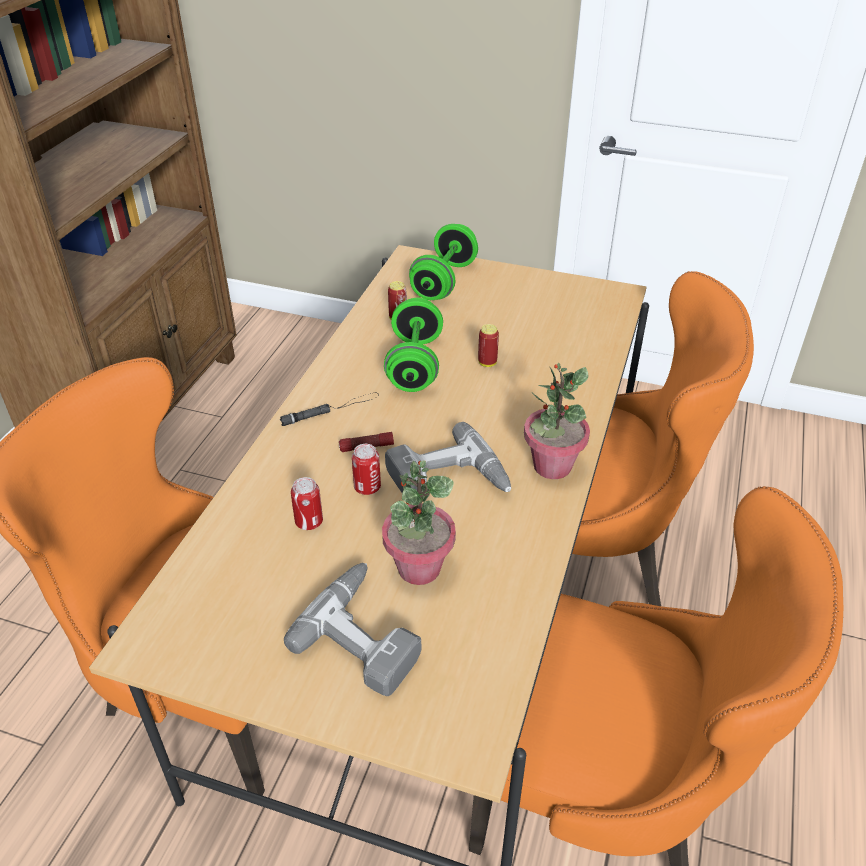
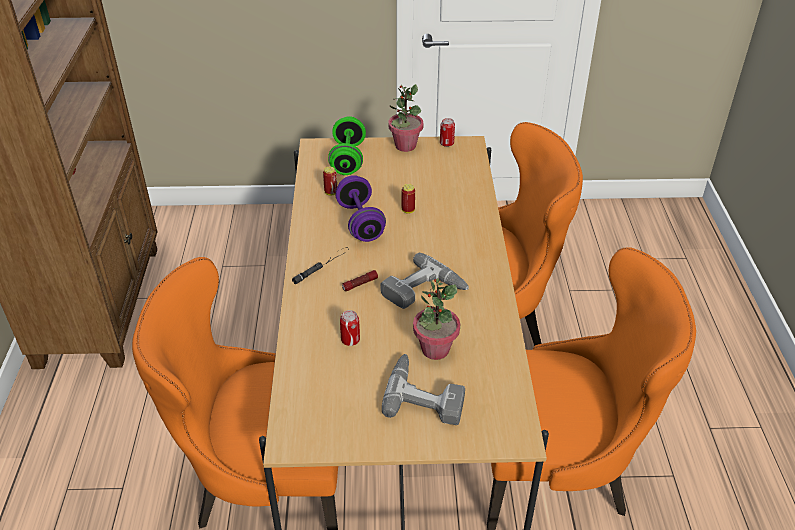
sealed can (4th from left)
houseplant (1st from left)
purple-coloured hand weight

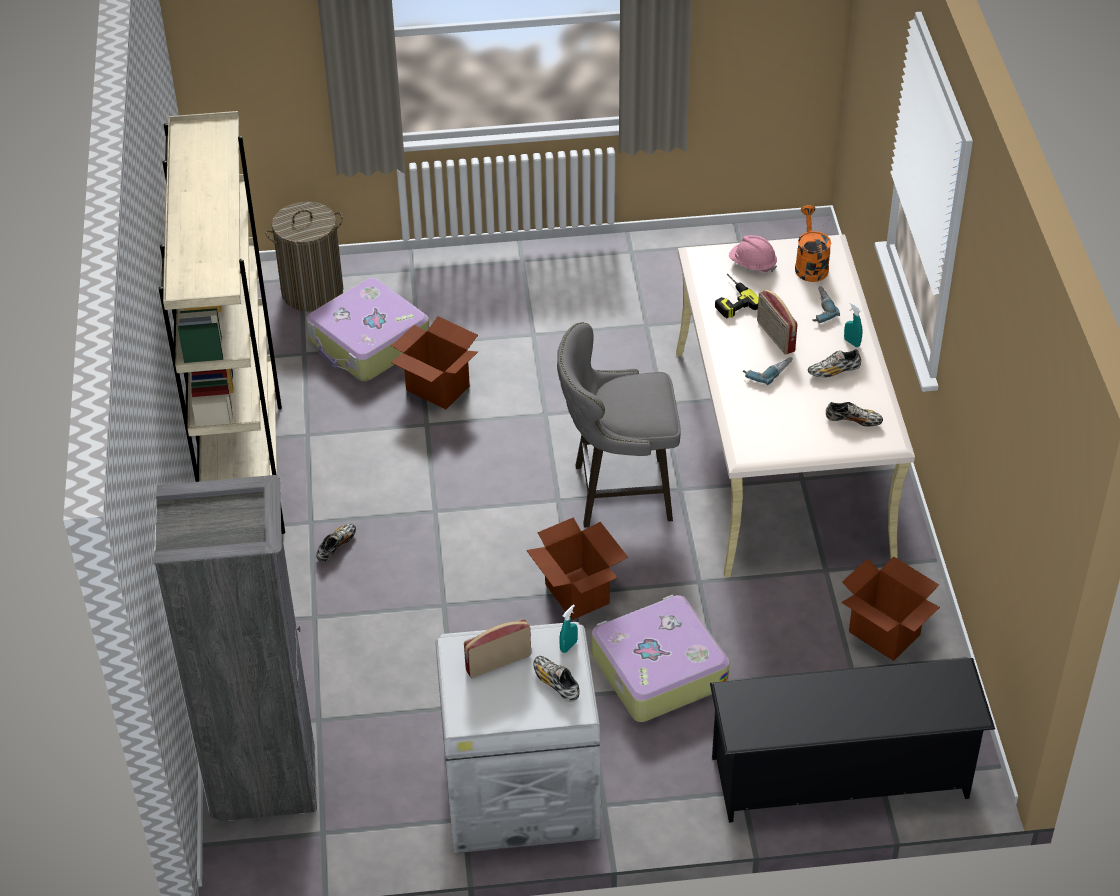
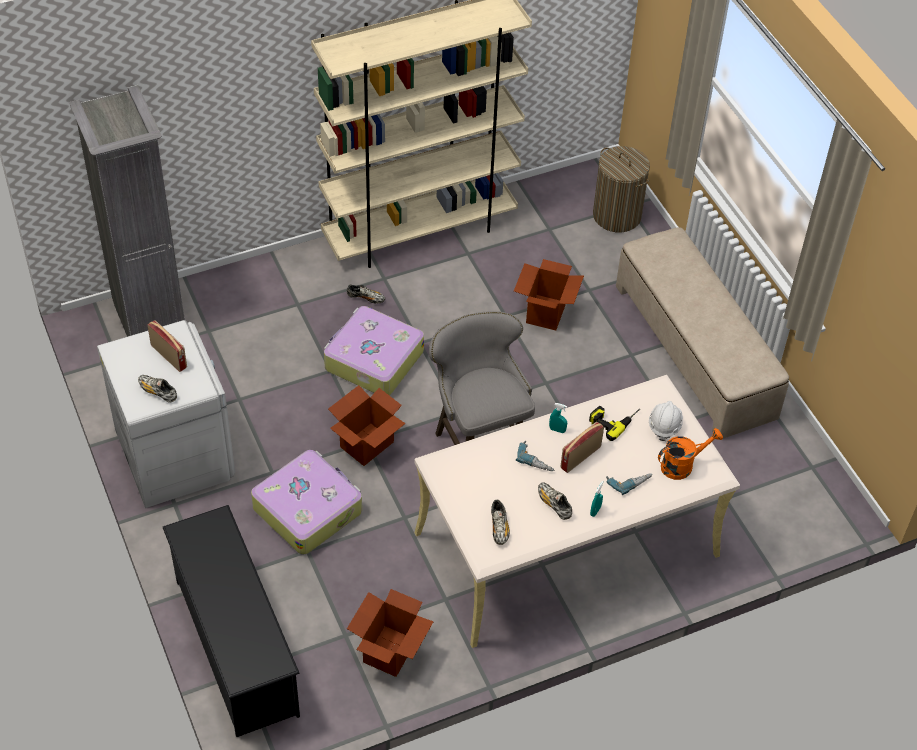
beige indoor bench
suitcase (2nd from left)
turquoise-coloured sprayer (1st from left)
white hard hat
shoe (1st from left)

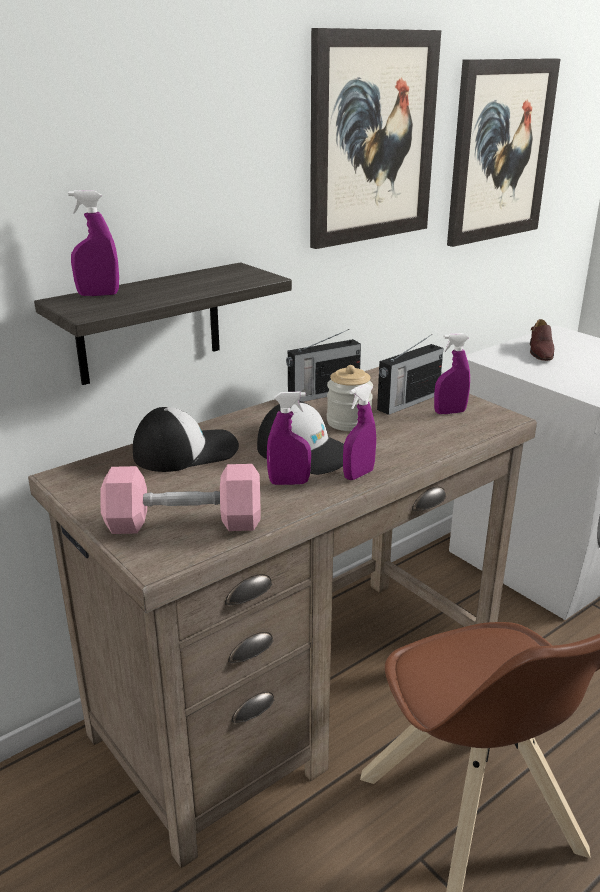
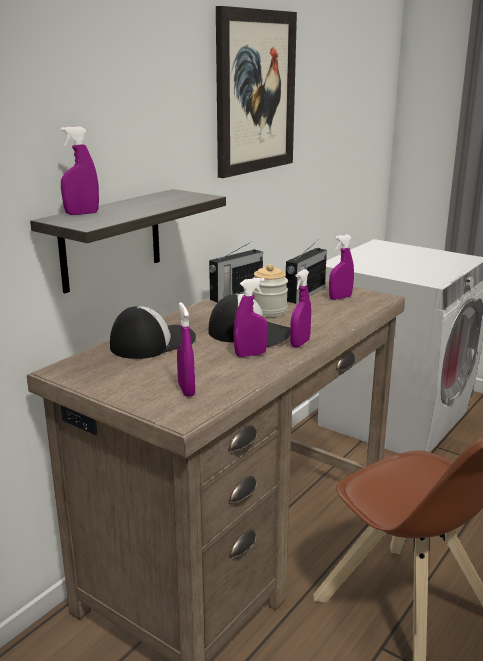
wall picture (2nd from left in the first image)
brownish shoe
purple-coloured sprayer (2nd from left)

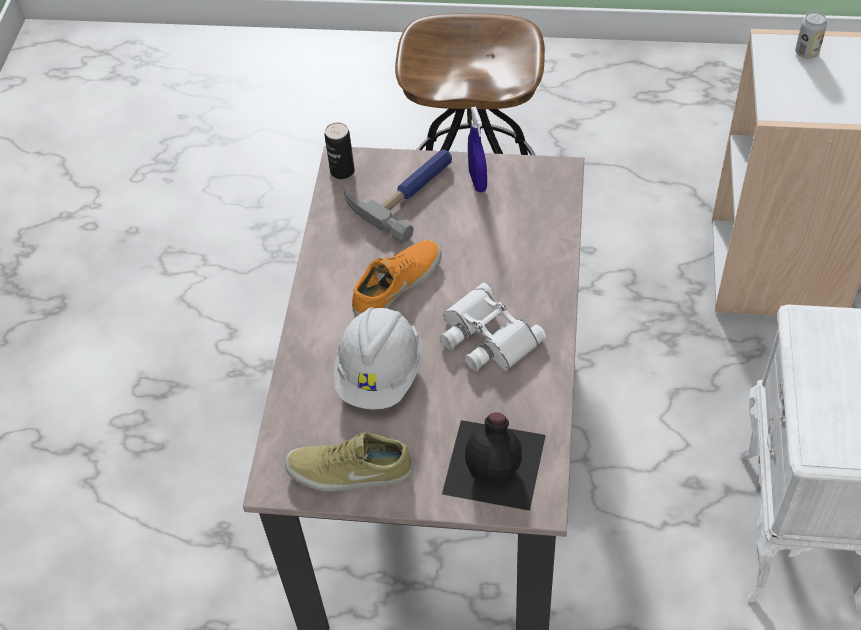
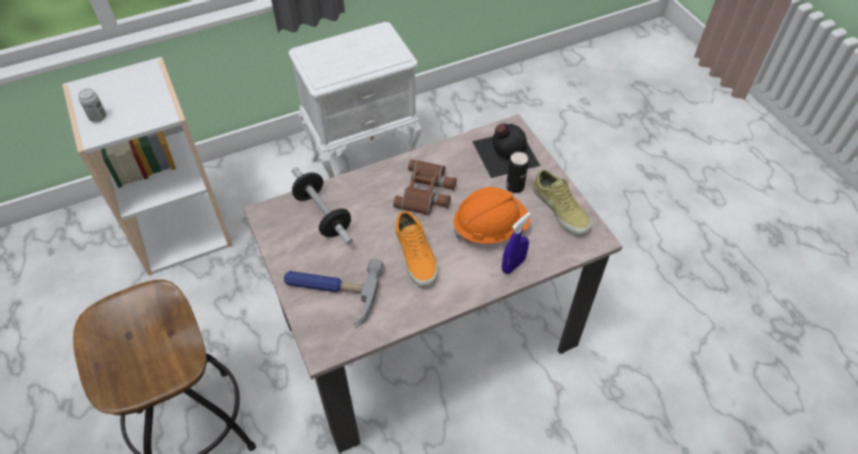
hand weight
sealed can (2nd from left)
blue sprayer
orange-coloured hard hat
brownish pair of binoculars
orange-coloured shoe

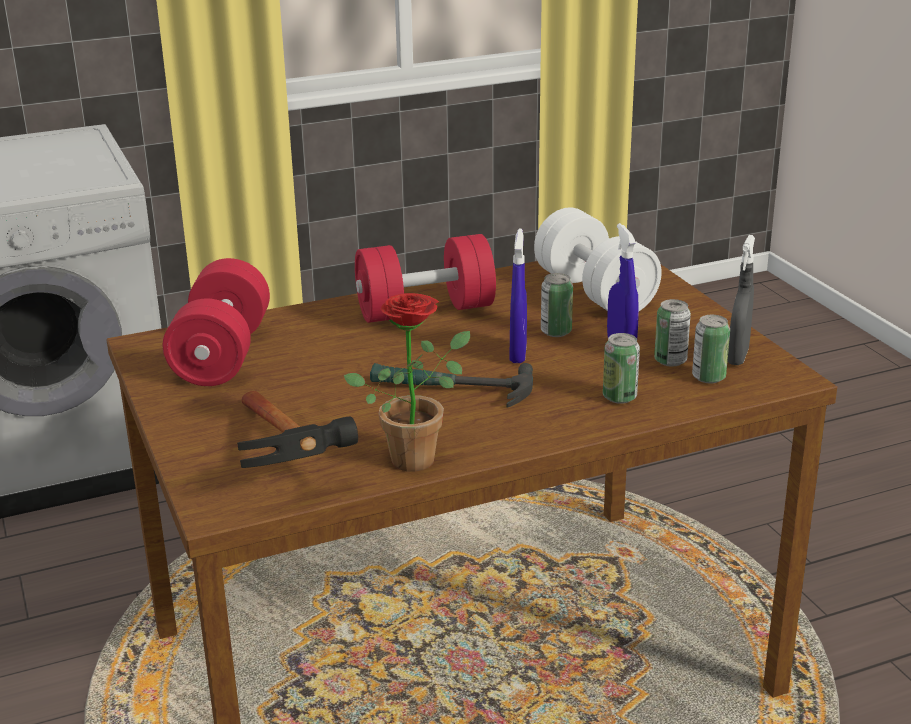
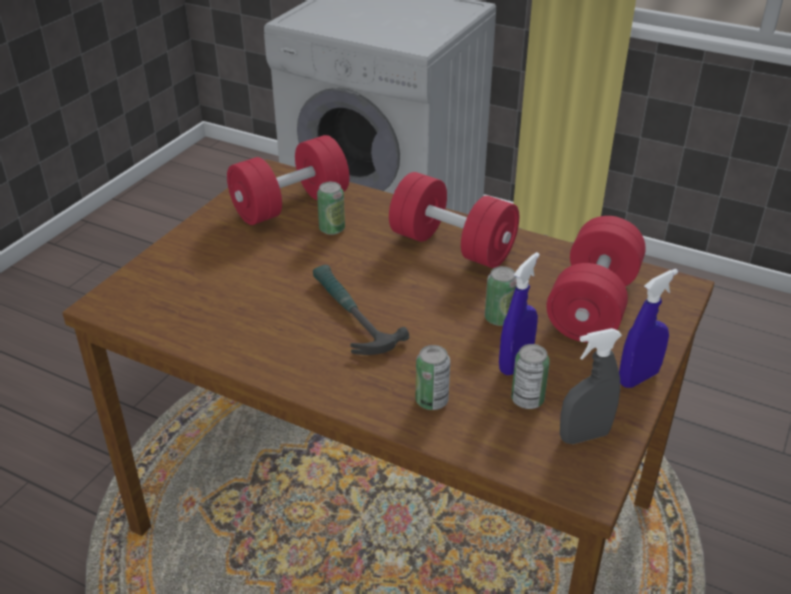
hand hammer (1st from left in the first image)
houseplant
blue sprayer (2nd from left)
sealed can (1st from left)
red-coloured hand weight (3rd from left)

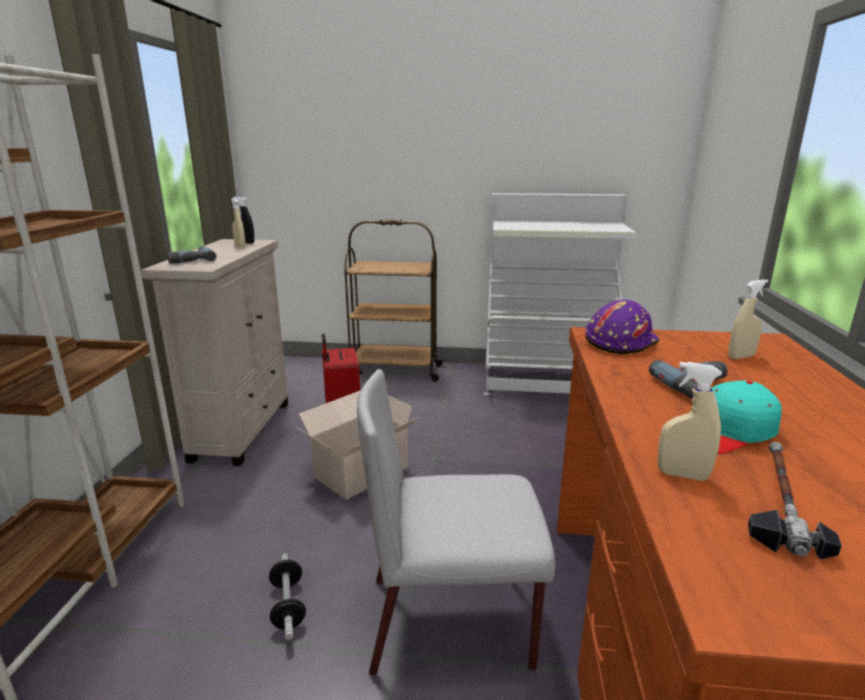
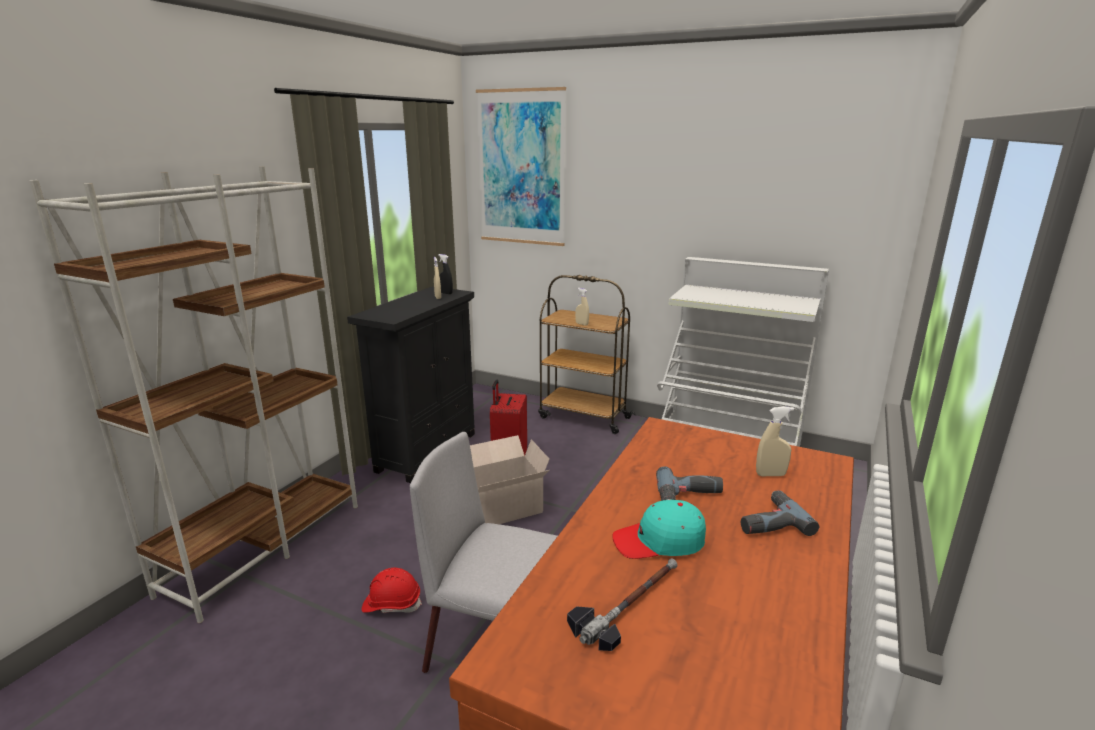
purple-coloured hard hat
wall picture
power drill (2nd from left)
beige sprayer (2nd from left)
red-coloured hard hat
black storage cabinet

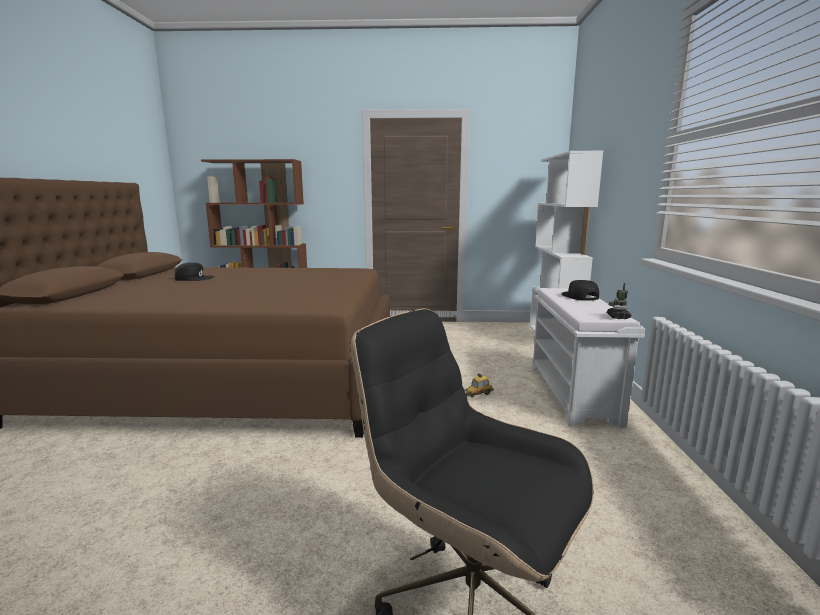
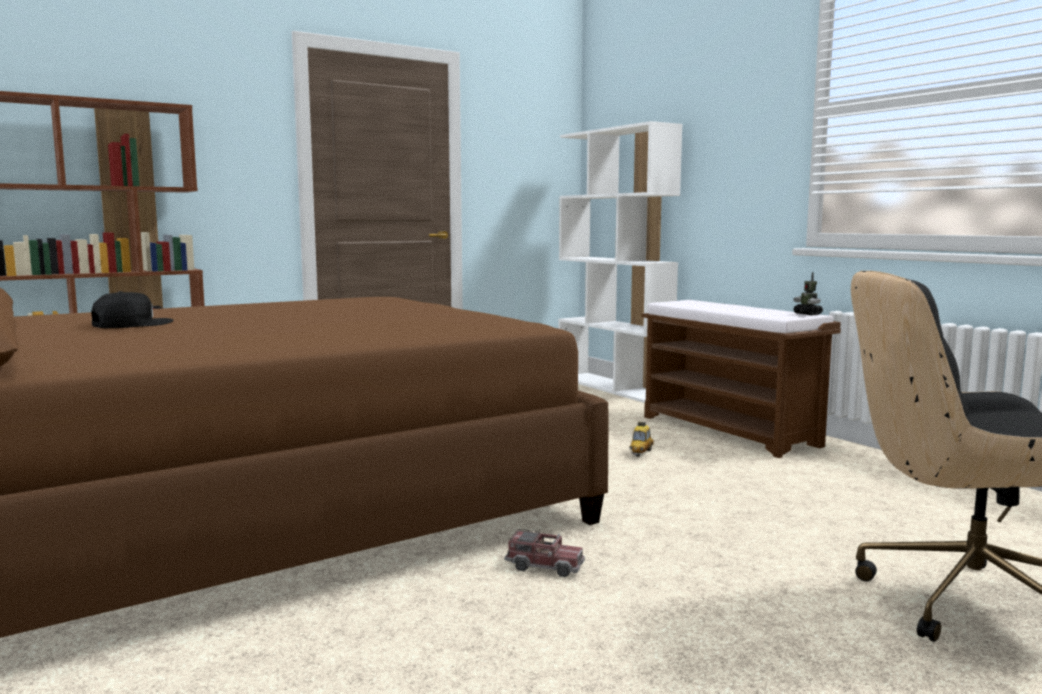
black cap (2nd from left in the first image)
toy truck
brownish indoor bench

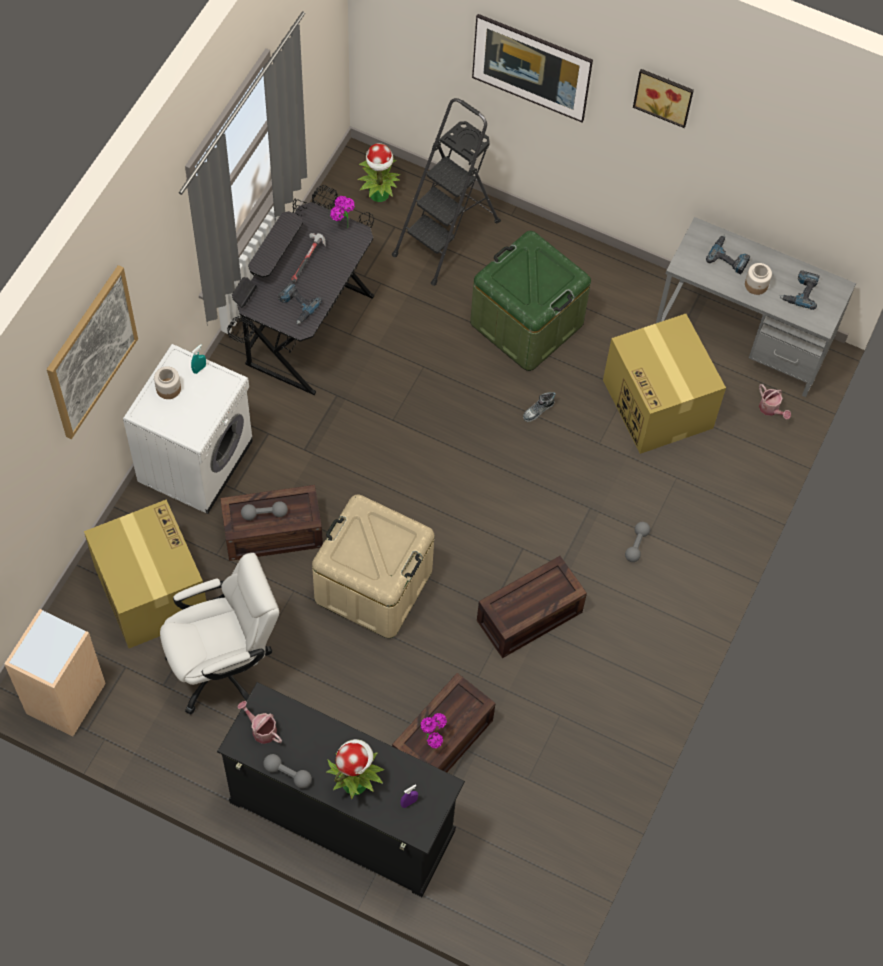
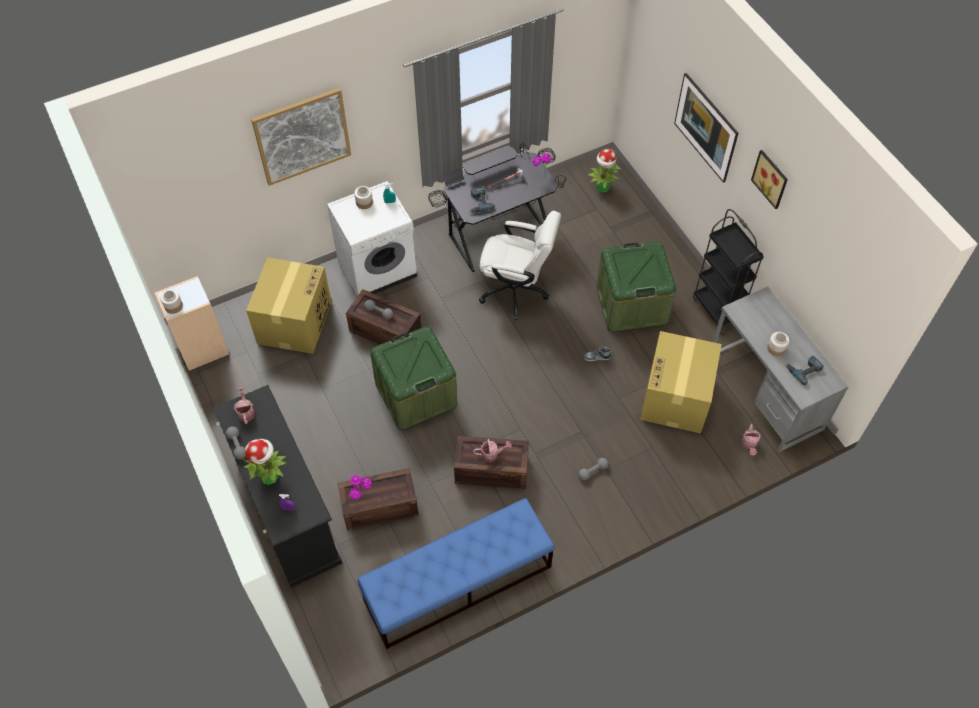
step stool
power drill (2nd from left in the first image)
preserve jar (1st from left)
blue indoor bench
watering pot (2nd from left)
black wheeled cart
white desk chair
greenish storage box (1st from left)

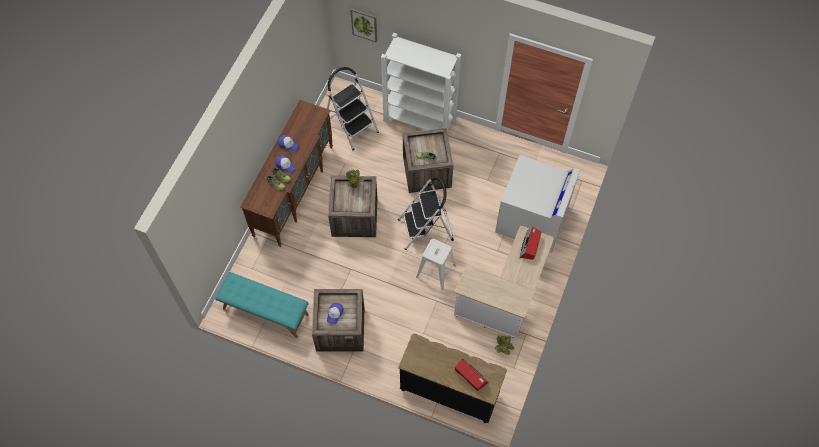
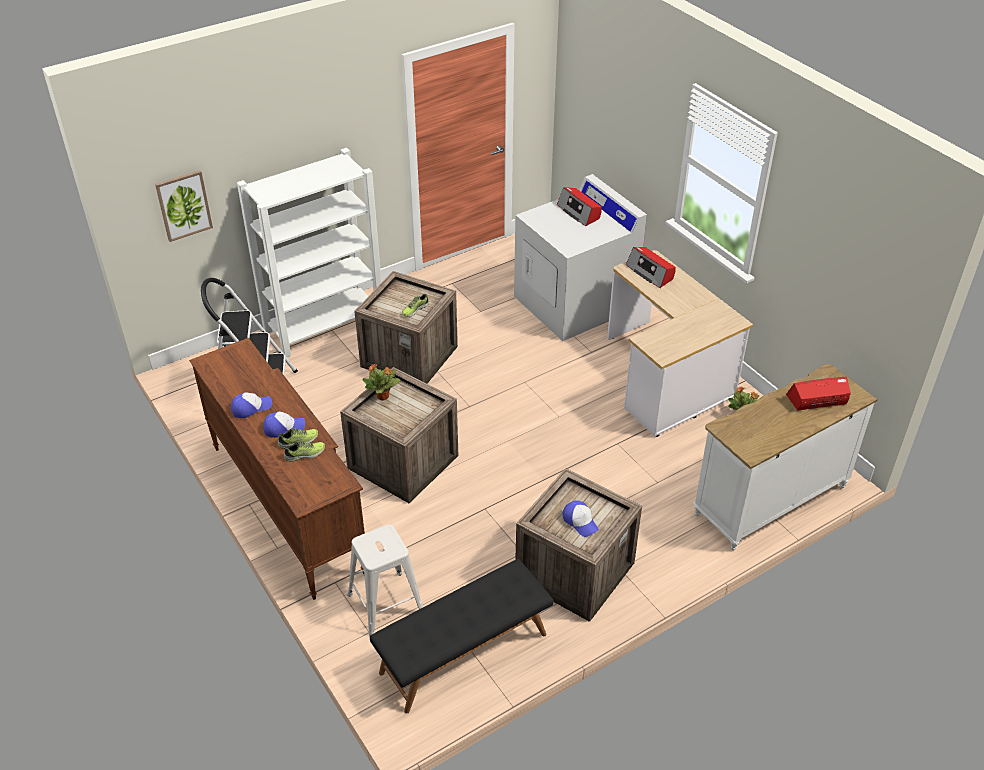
step stool (2nd from left in the first image)
radio receiver (1st from left)
white stool seat
black indoor bench
white chest of drawers

